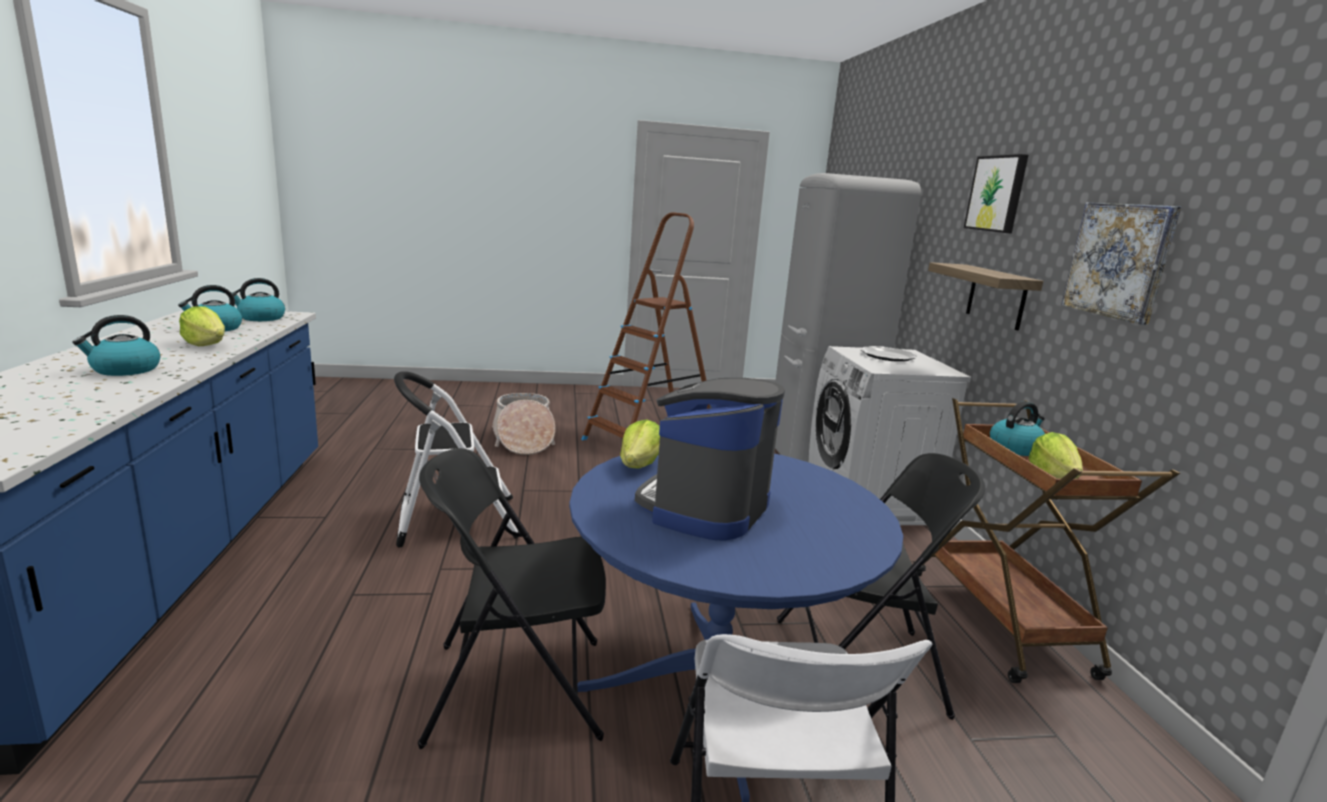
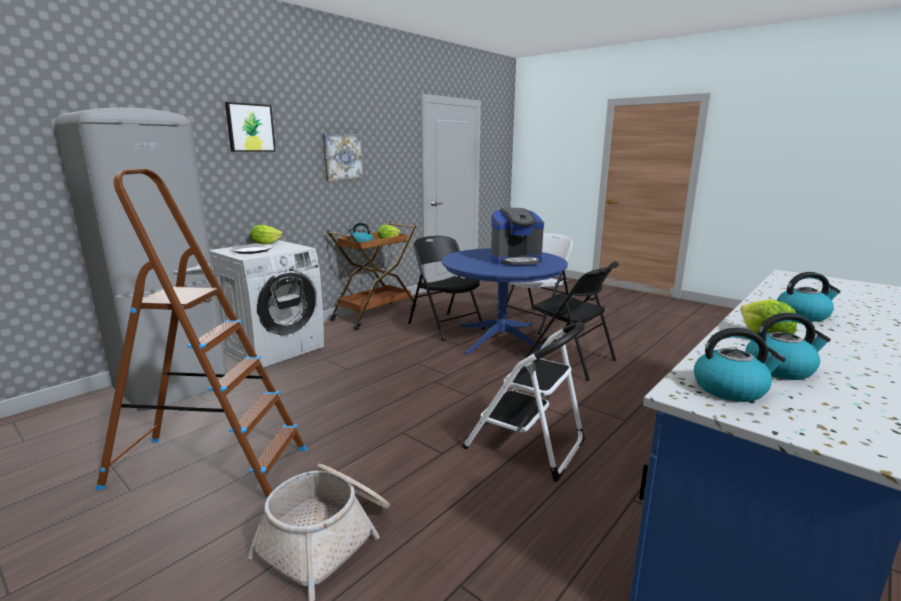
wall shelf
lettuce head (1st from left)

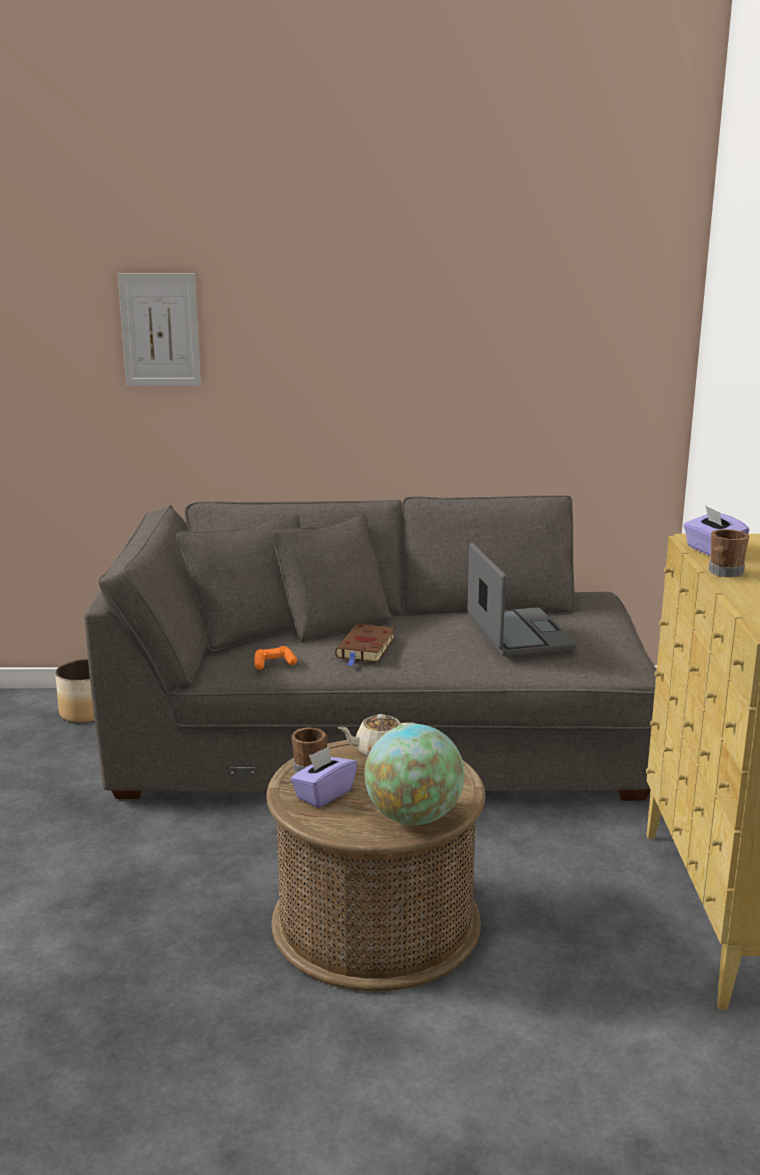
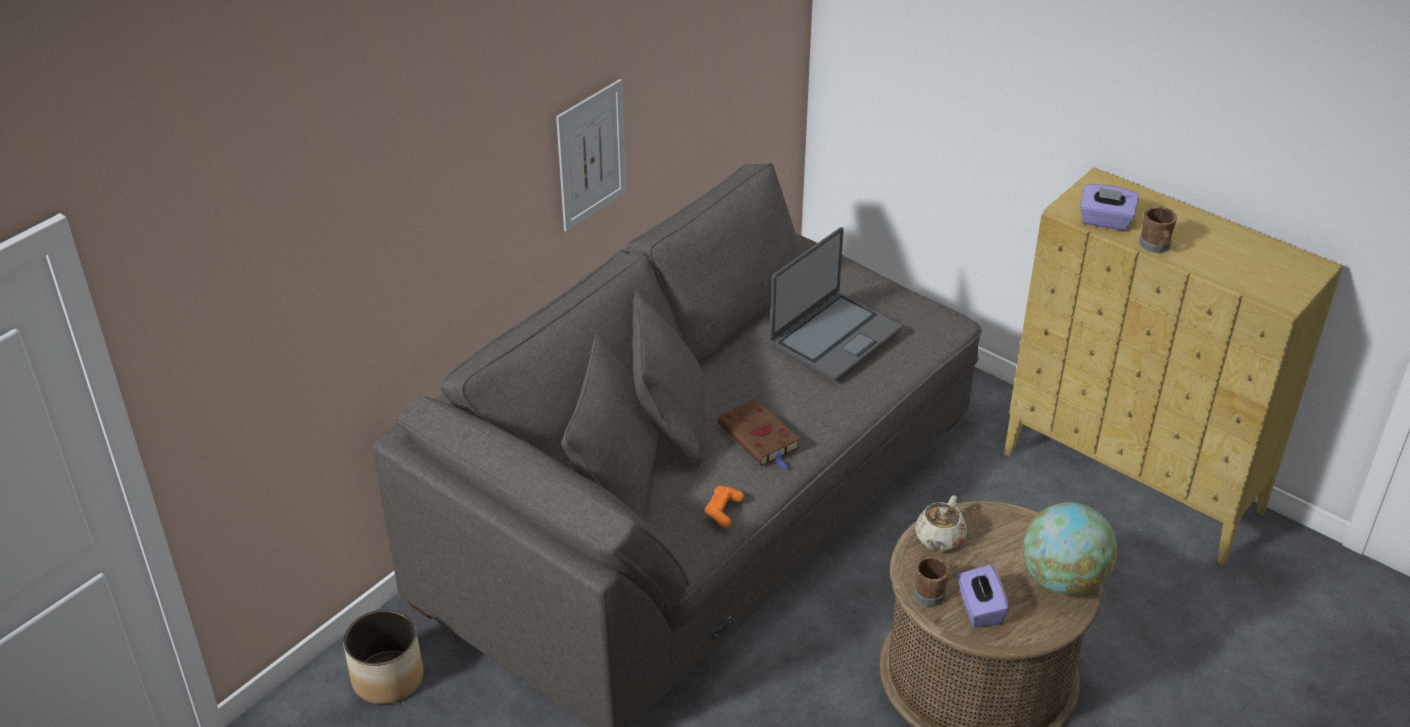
wall picture
notebook computer

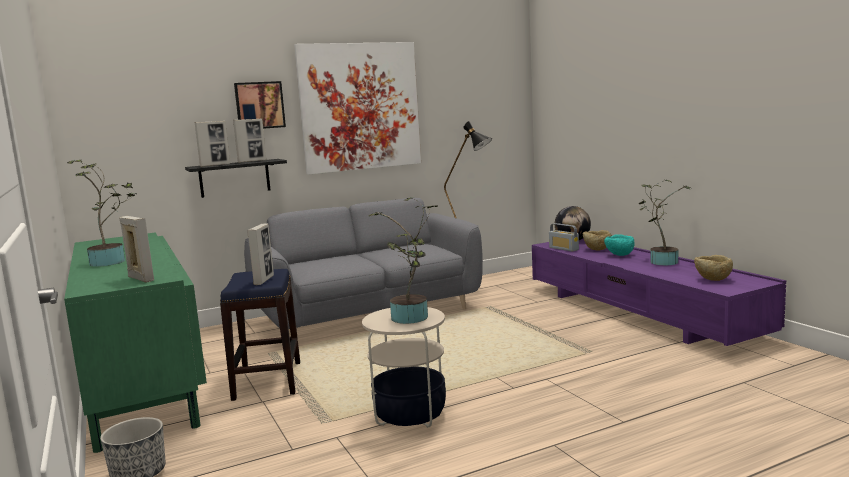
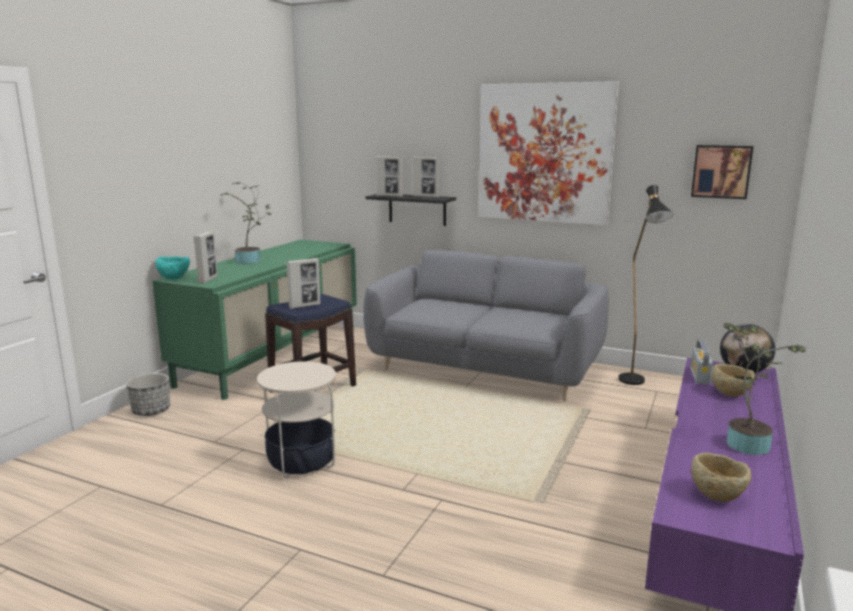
houseplant (2nd from left in the first image)
wall picture (2nd from left)
turquoise-coloured bowl

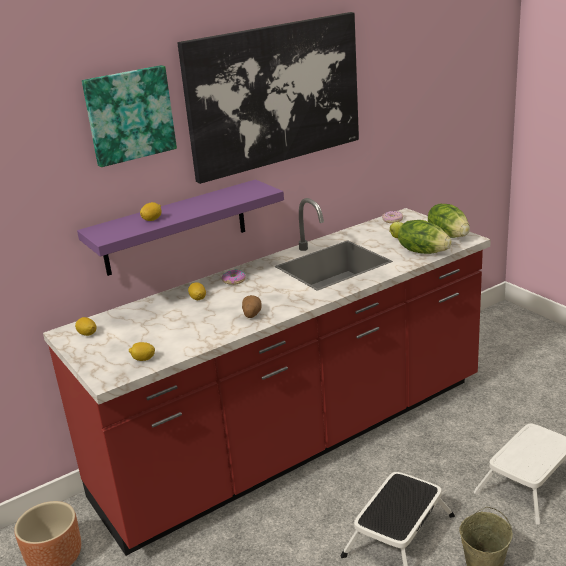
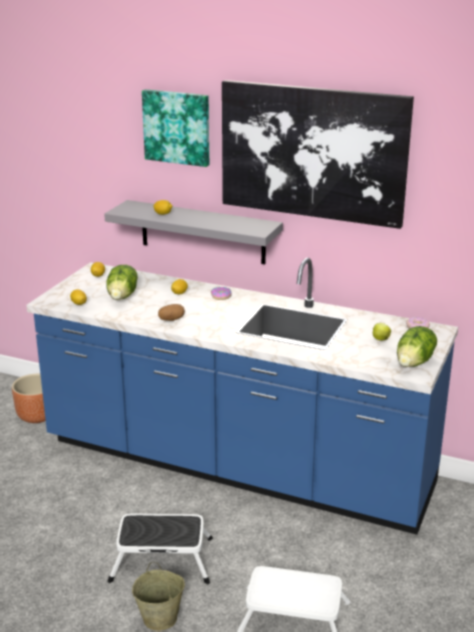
lettuce head (1st from left)
blue kitchen base unit
grey wall shelf

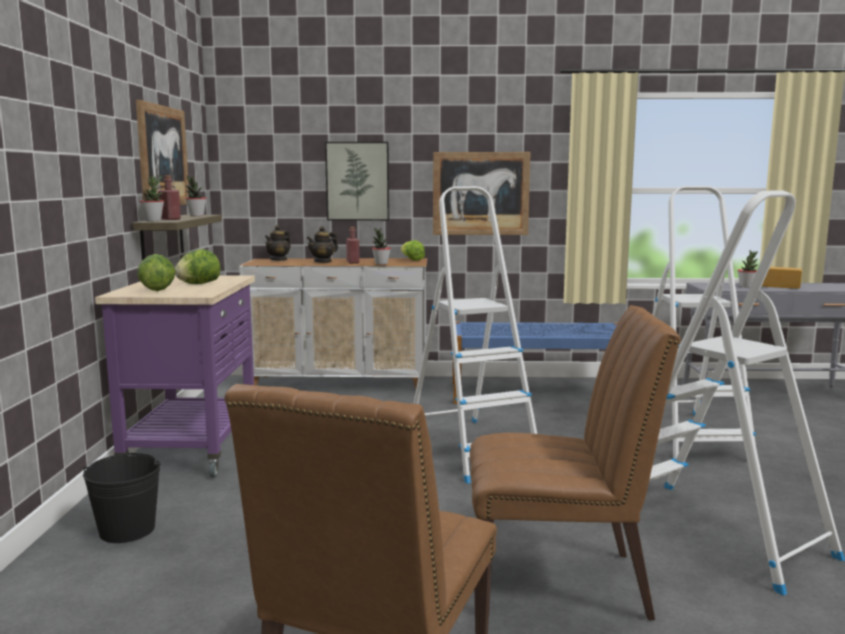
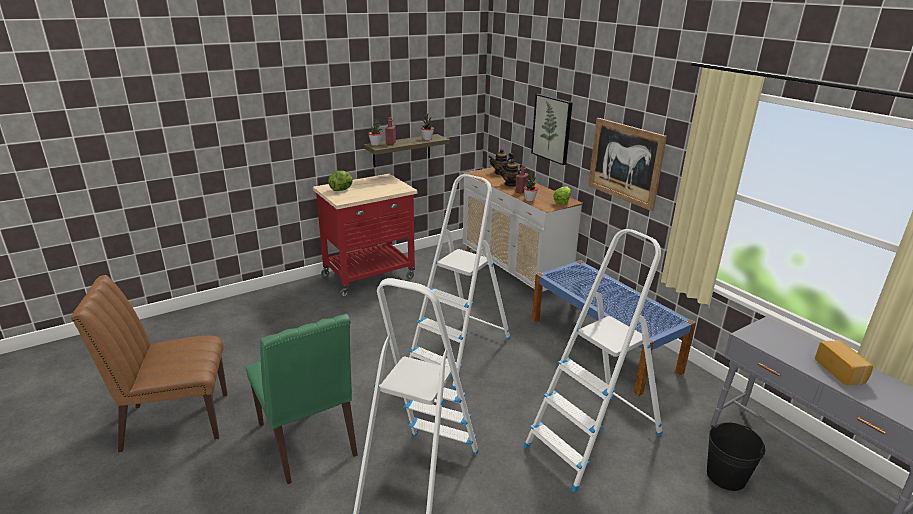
wall picture (1st from left in the first image)
lettuce head (2nd from left in the first image)
houseplant (4th from left in the first image)
black pail
red-coloured wheeled cart
greenish plain chair

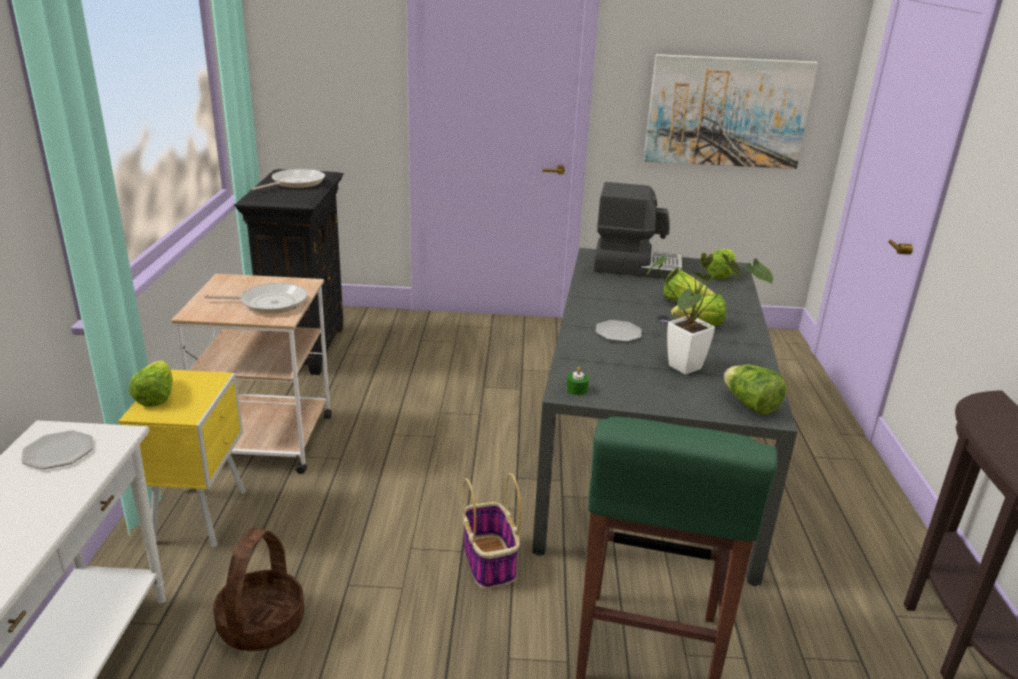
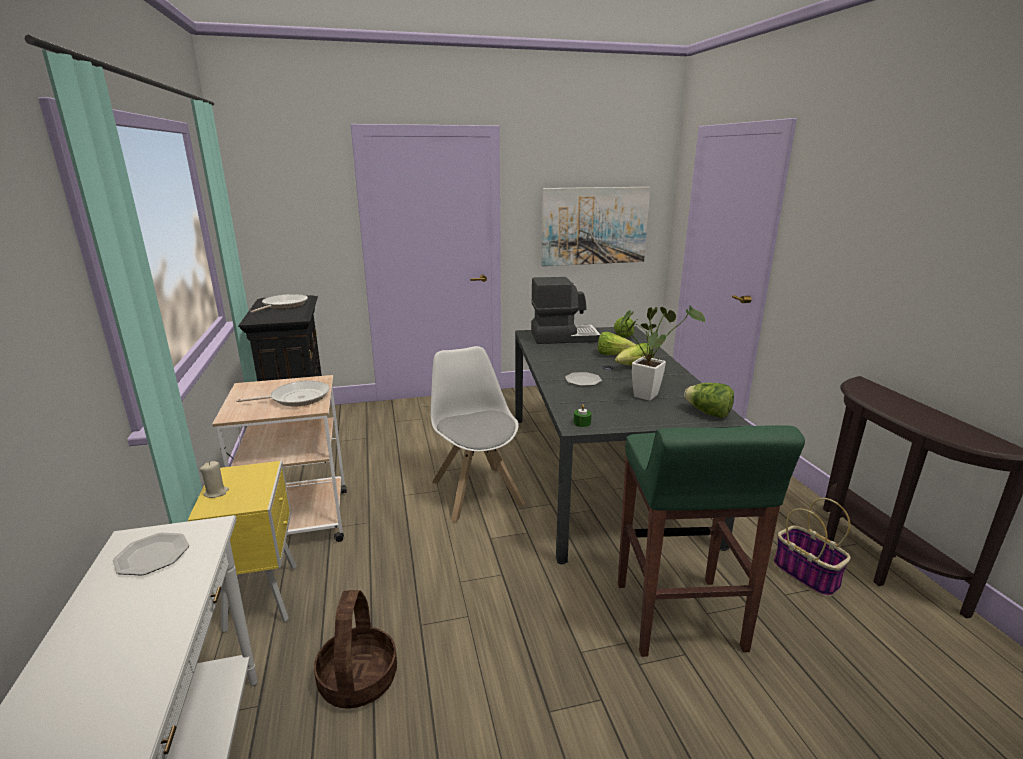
plain chair
household basket (2nd from left)
beige candle

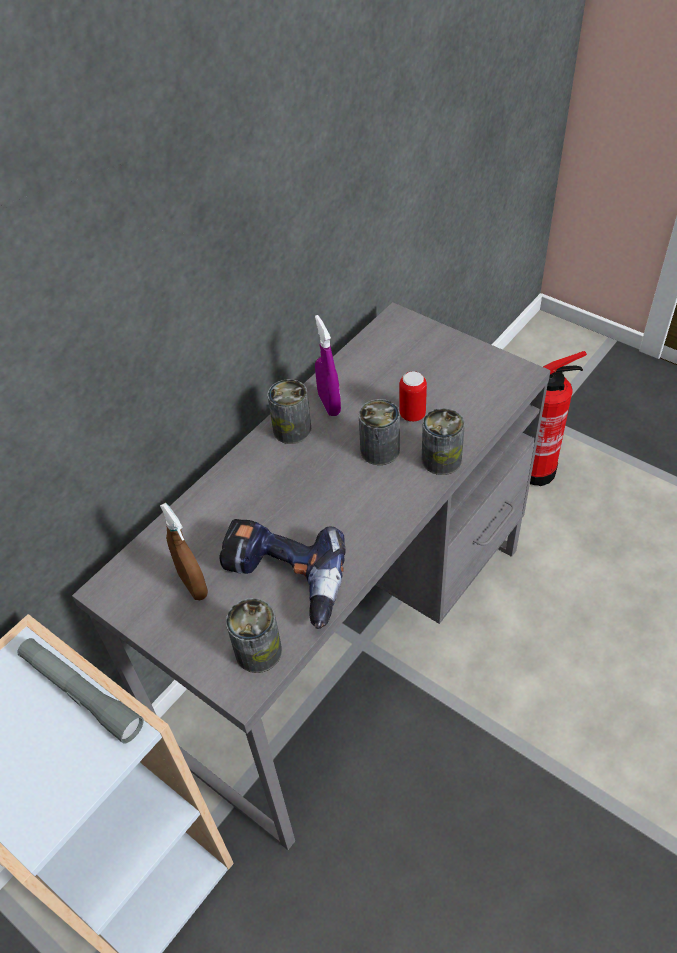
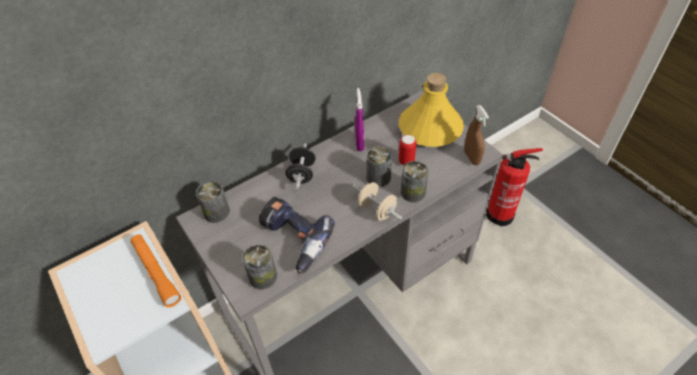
black hand weight
beige hand weight
yellow beverage bottle
brownish sprayer
sealed can (1st from left)
orange-coloured torch

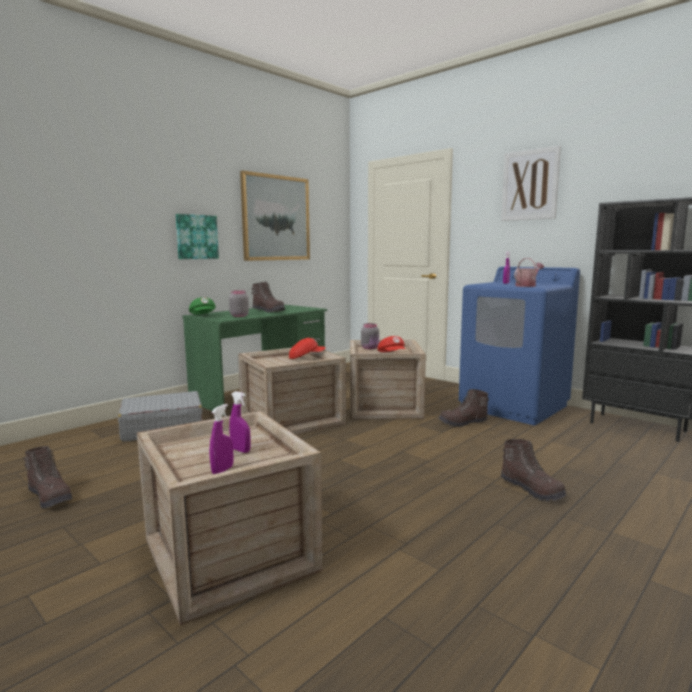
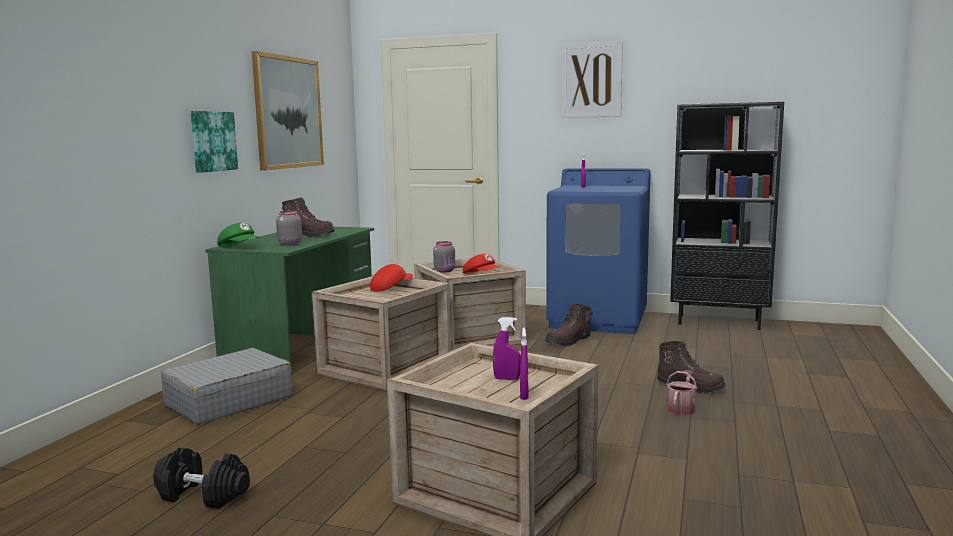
watering pot
black hand weight

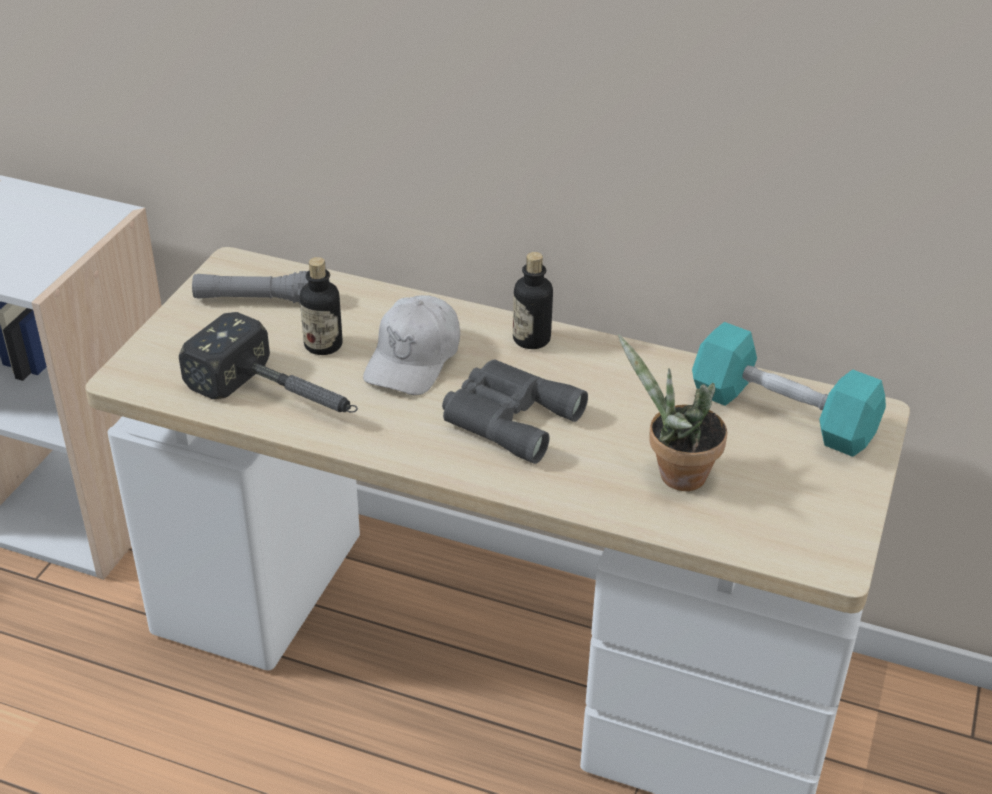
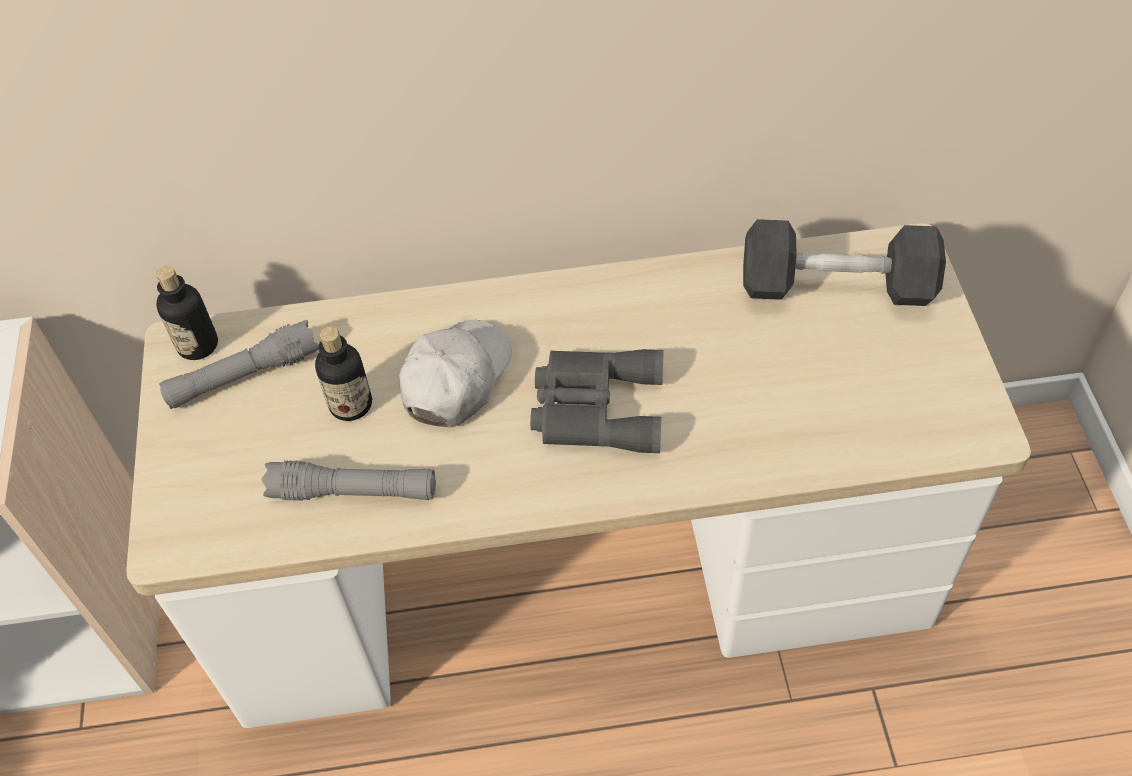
houseplant
beverage bottle (1st from left)
grey torch (2nd from left)
black hand weight
white cap

